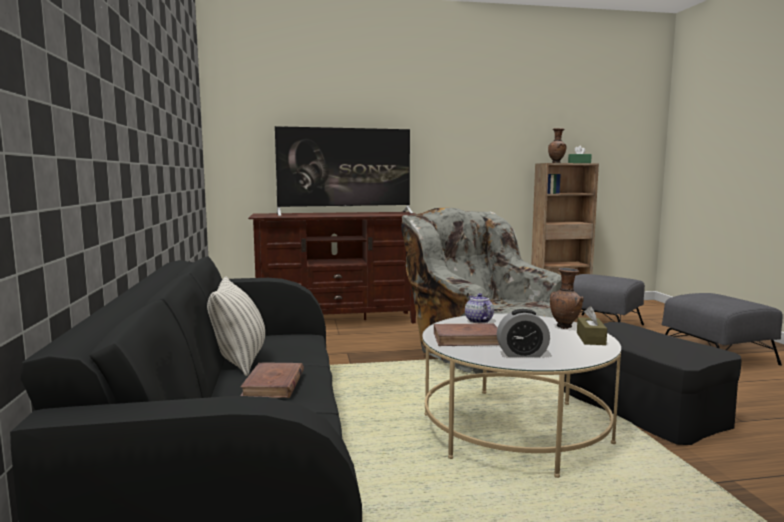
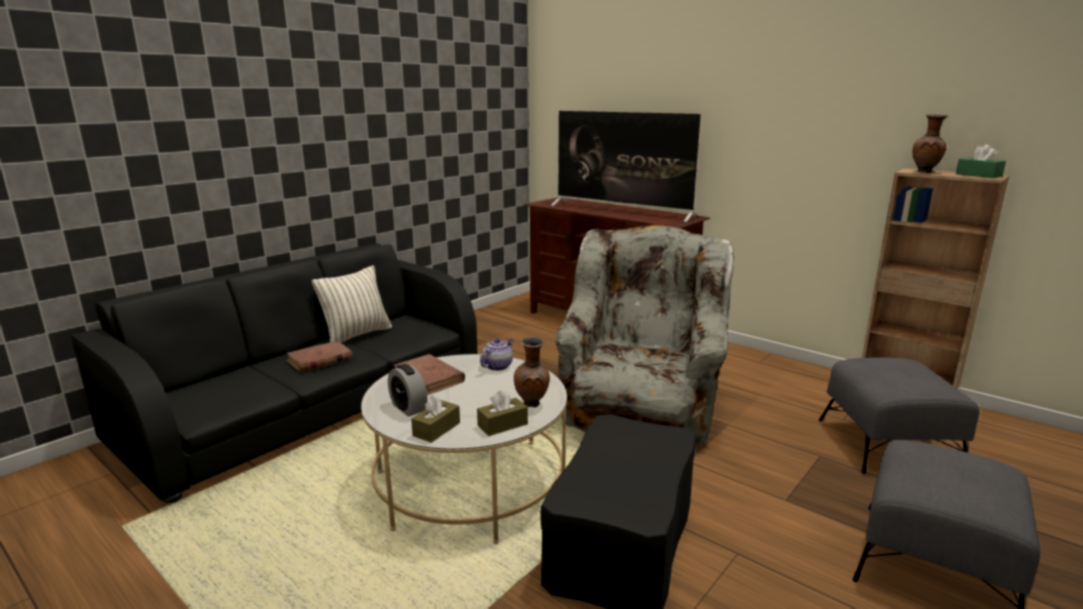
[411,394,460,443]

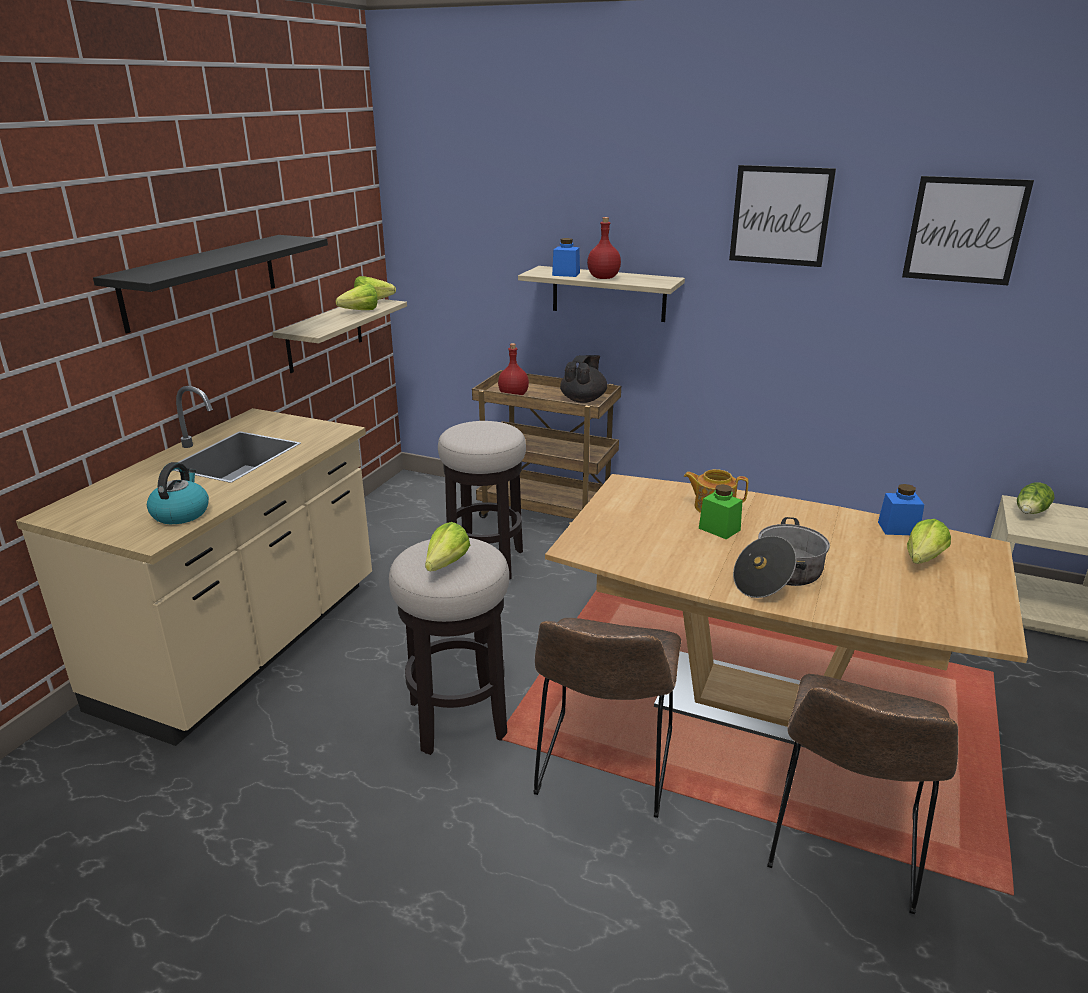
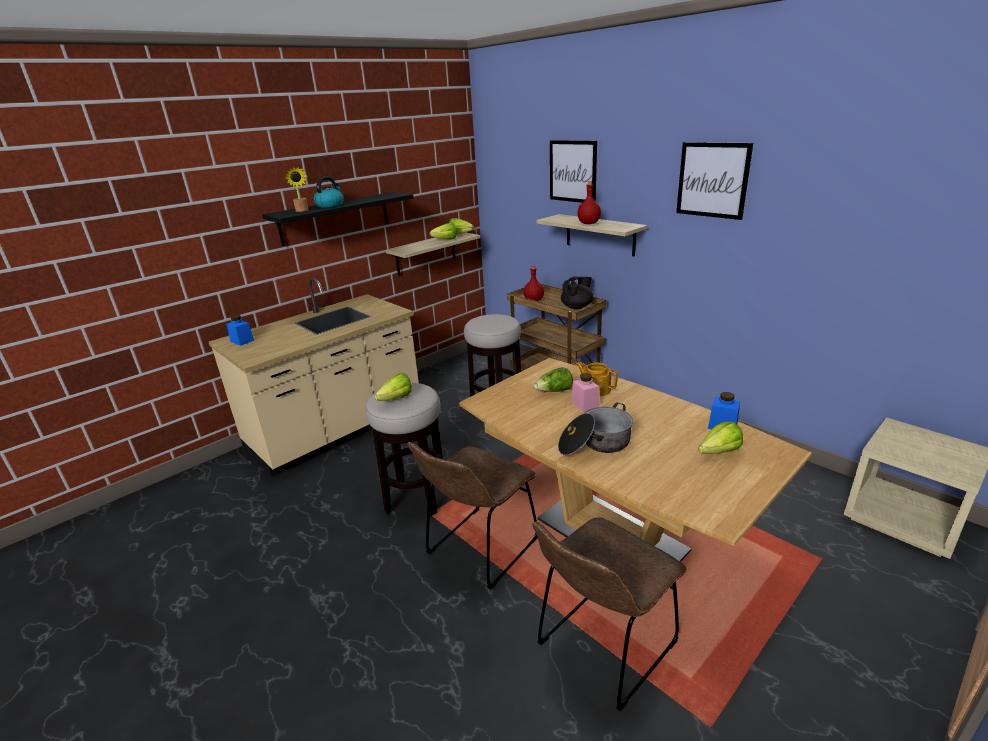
[314,177,344,208]
[226,315,254,346]
[572,373,600,412]
[550,140,597,203]
[534,367,573,392]
[285,167,309,212]

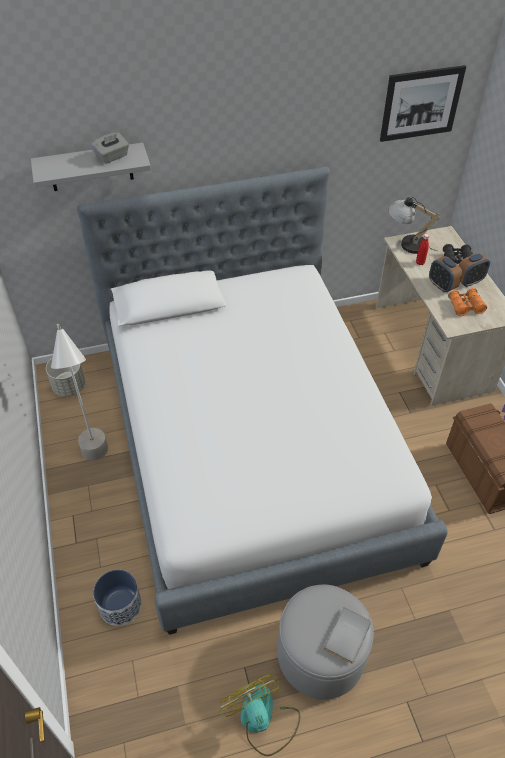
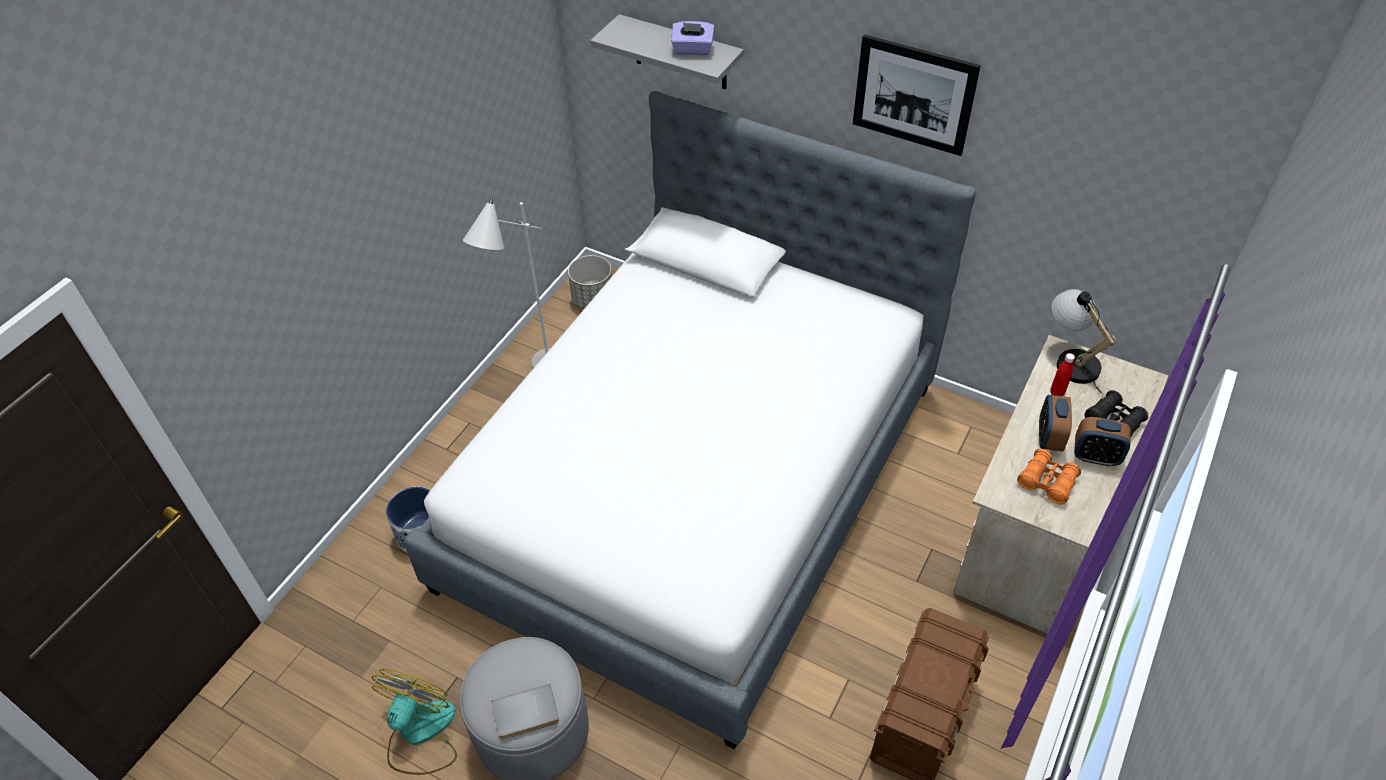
[671,21,714,55]
[853,34,981,156]

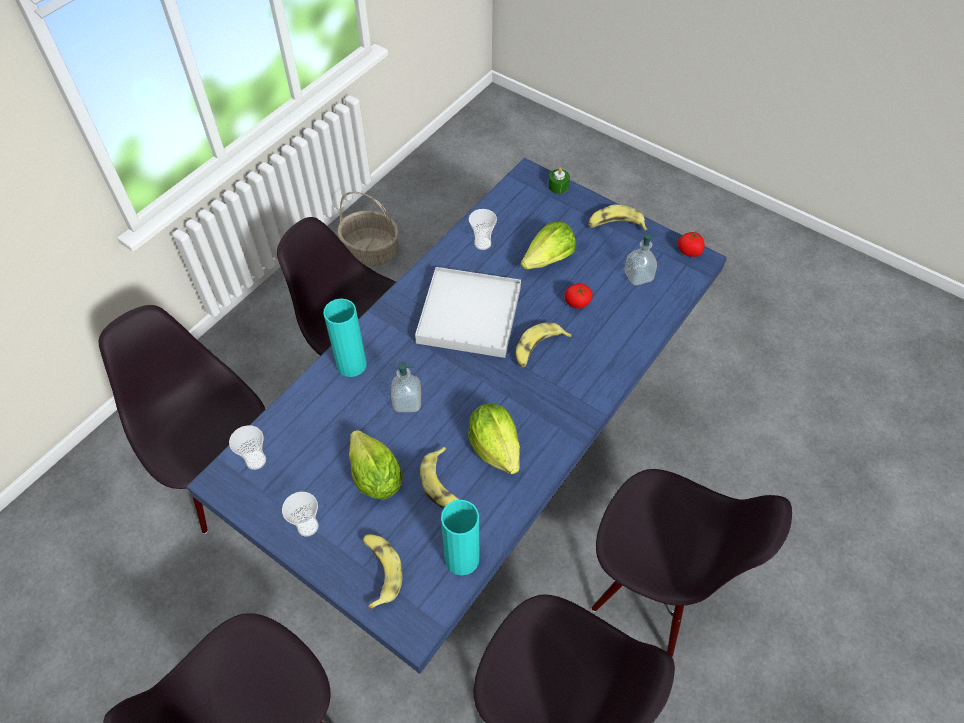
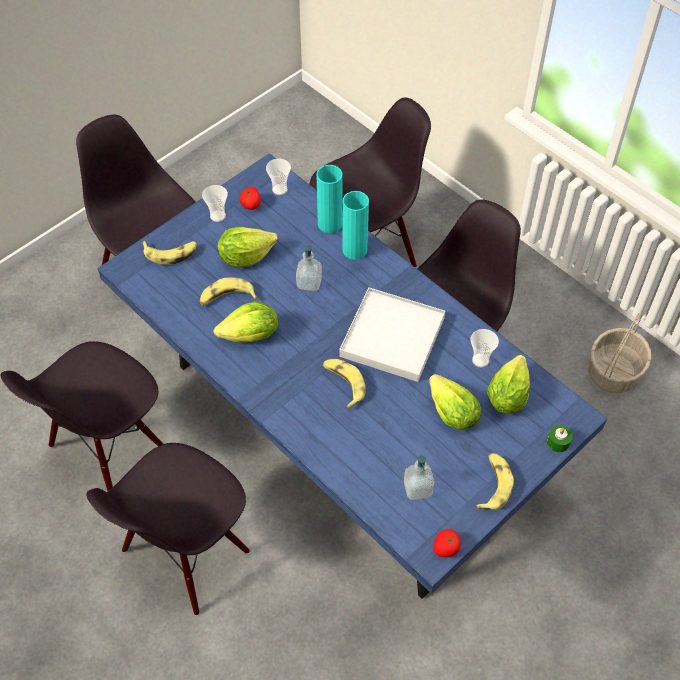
[317,165,342,233]
[239,187,261,210]
[487,355,530,414]

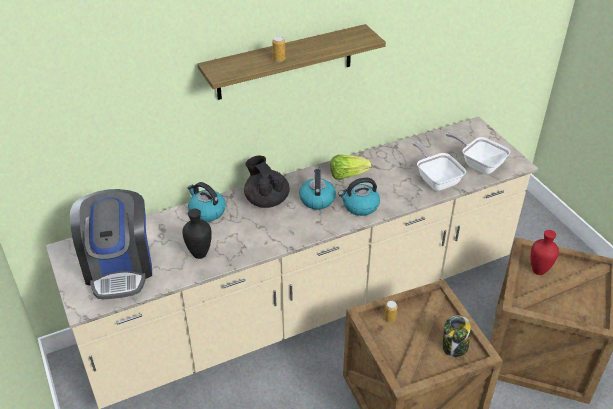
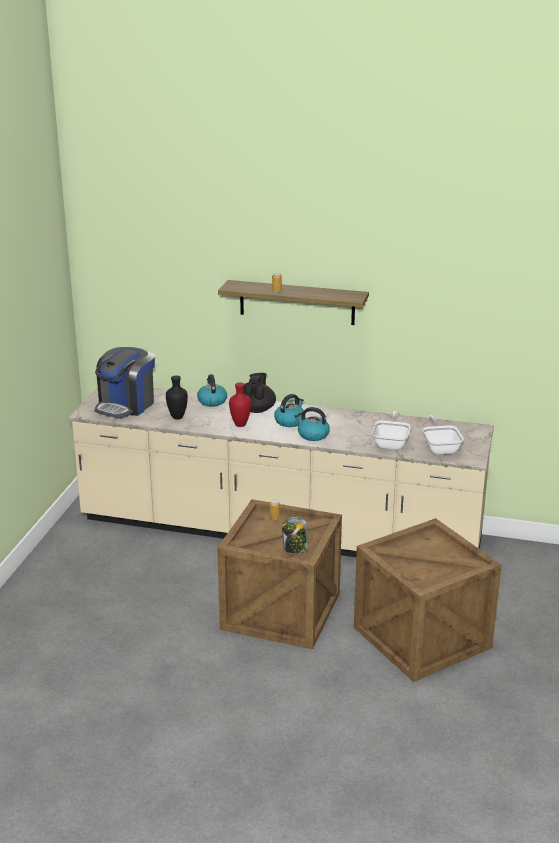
[330,155,372,180] (first image)
[229,383,251,427]

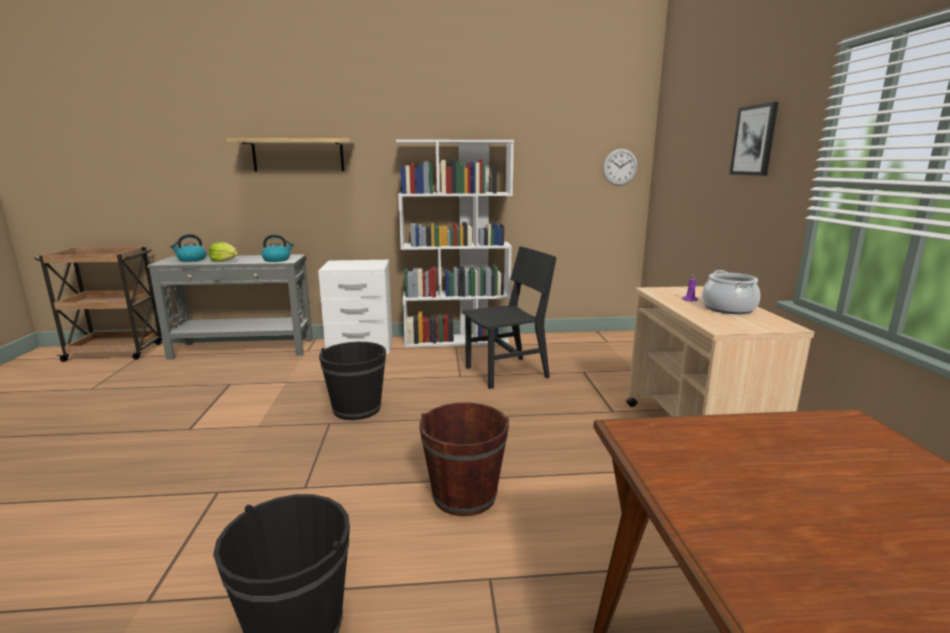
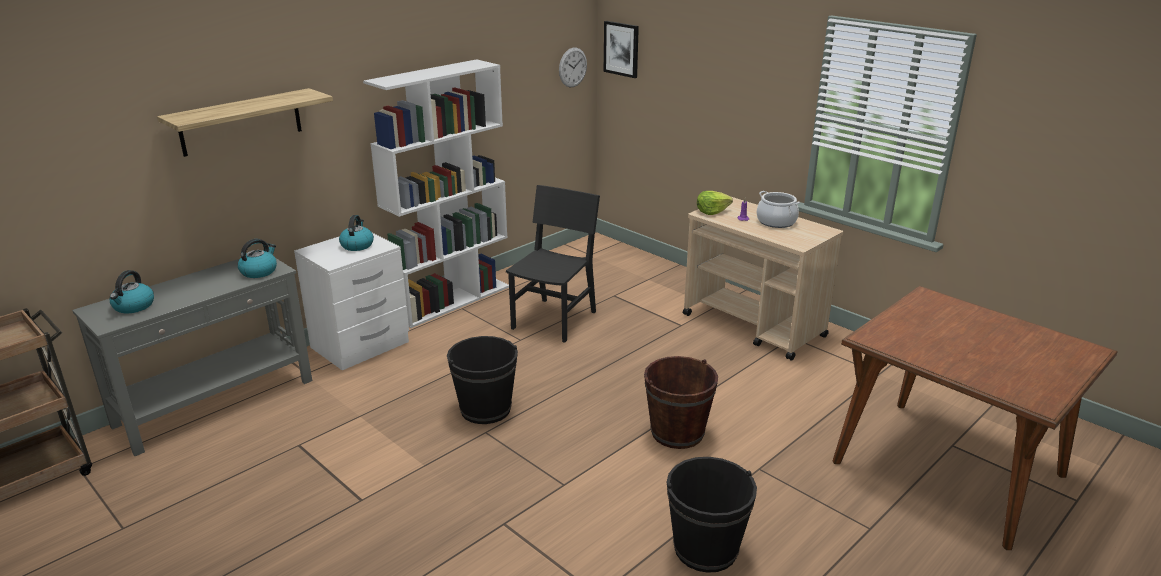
[697,191,733,215]
[604,21,639,78]
[339,215,374,251]

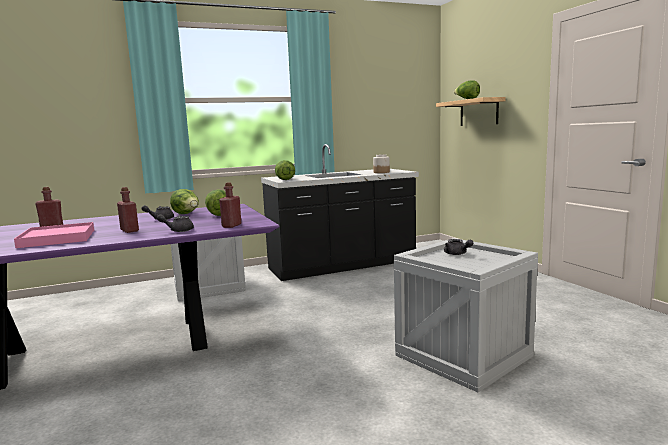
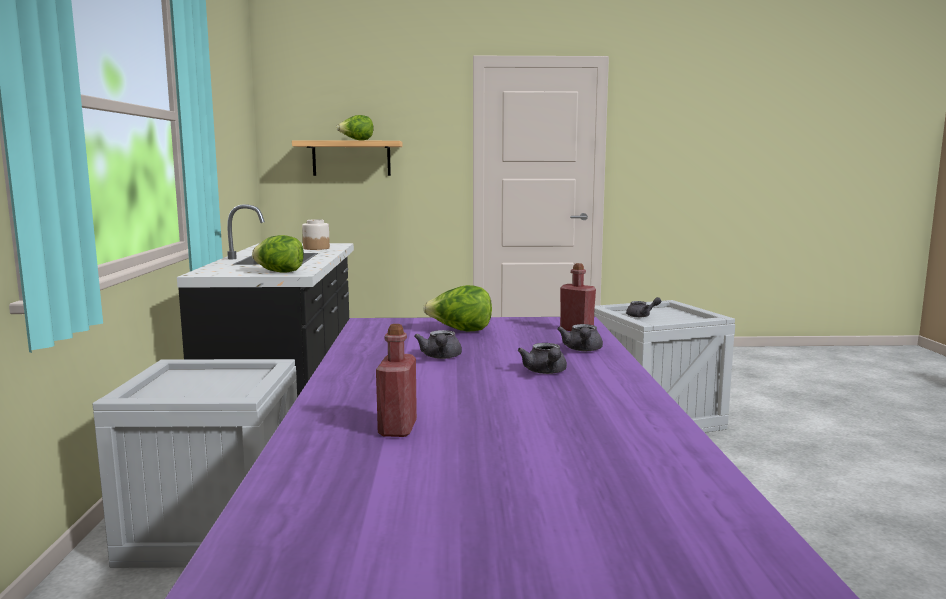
[14,222,94,248] (first image)
[517,343,567,374]
[170,189,199,214] (first image)

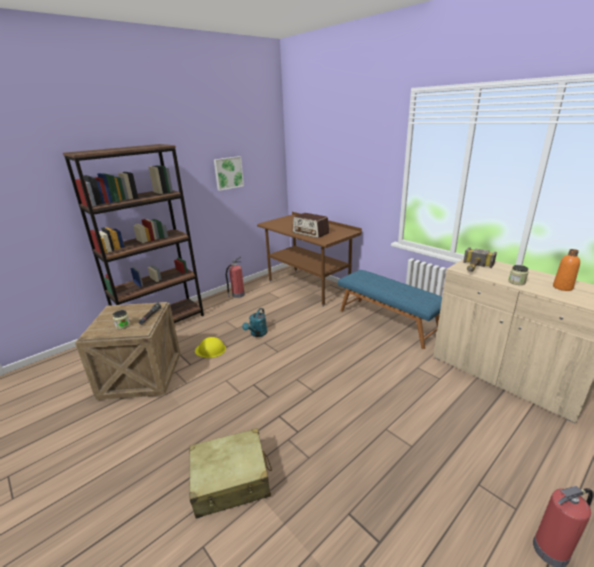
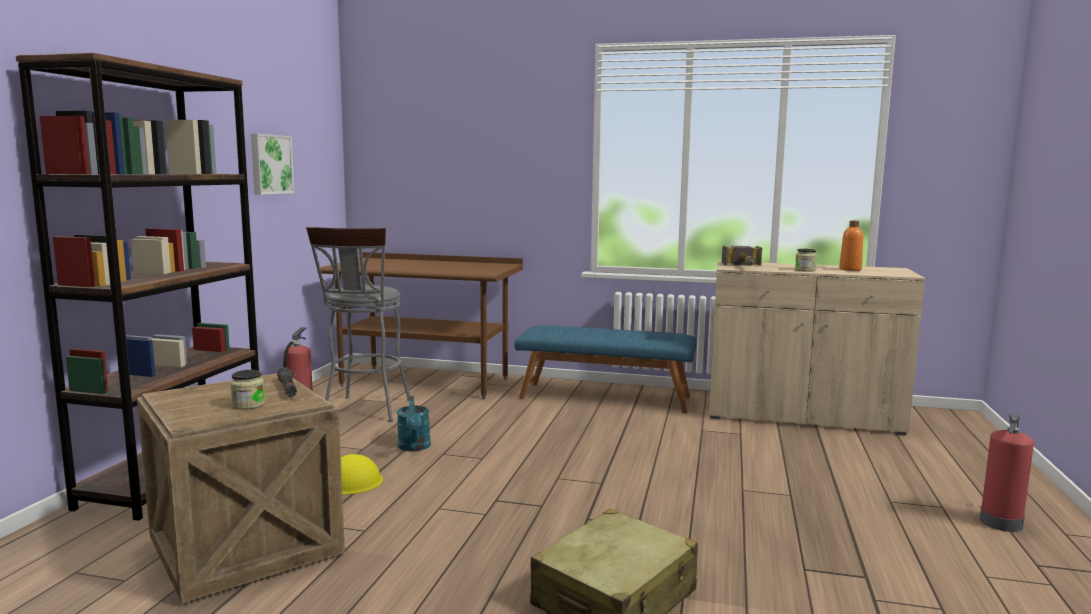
[293,213,329,238] (first image)
[306,227,410,422]

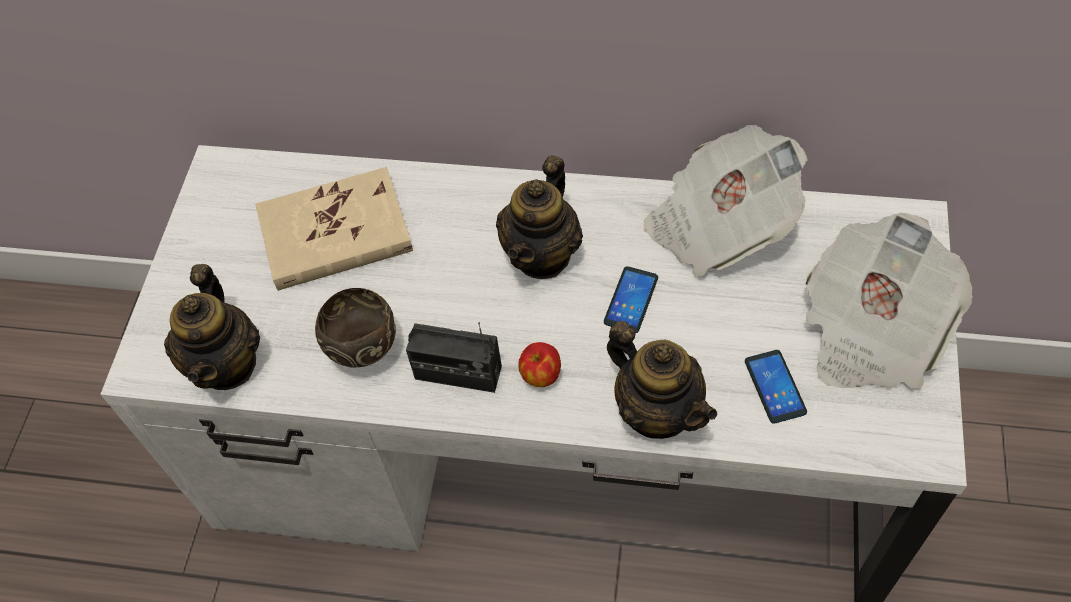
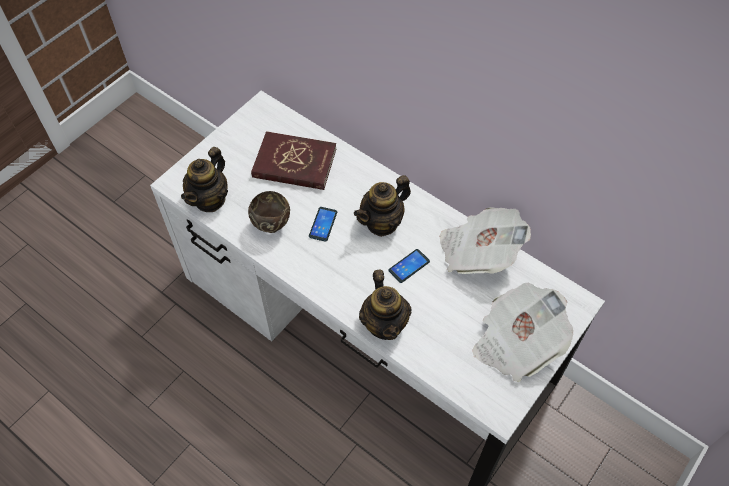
[251,131,337,190]
[406,322,502,393] (first image)
[518,342,561,387] (first image)
[309,207,337,242]

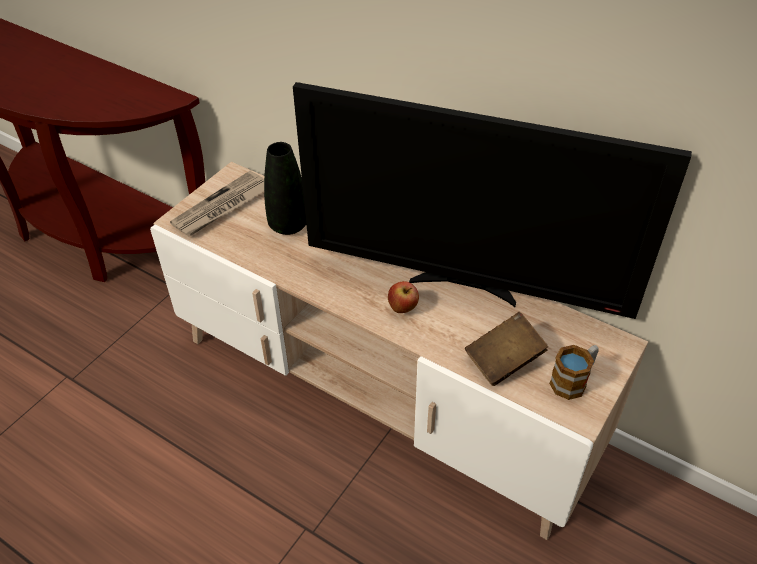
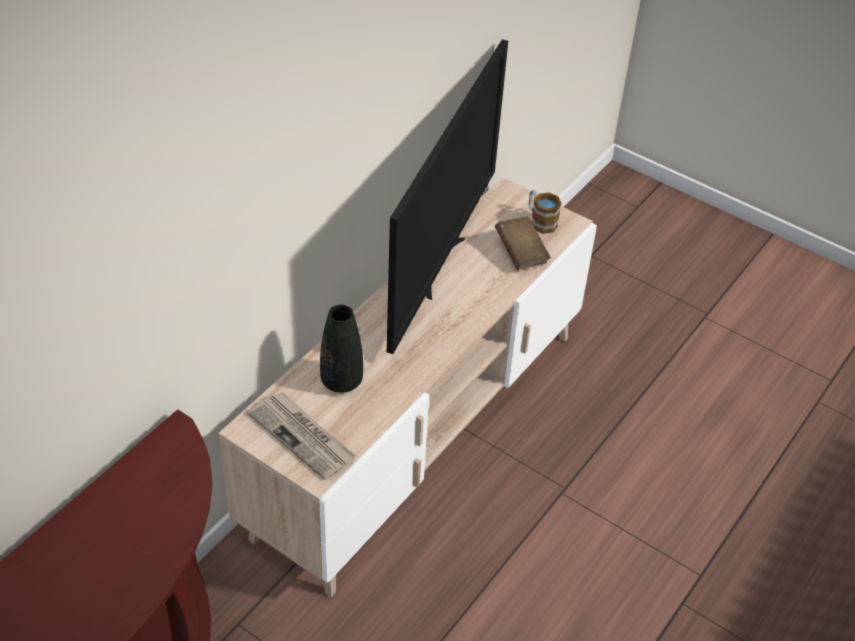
[388,281,419,313] (first image)

